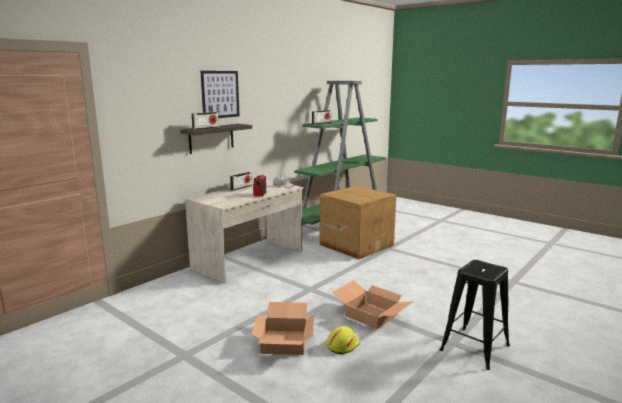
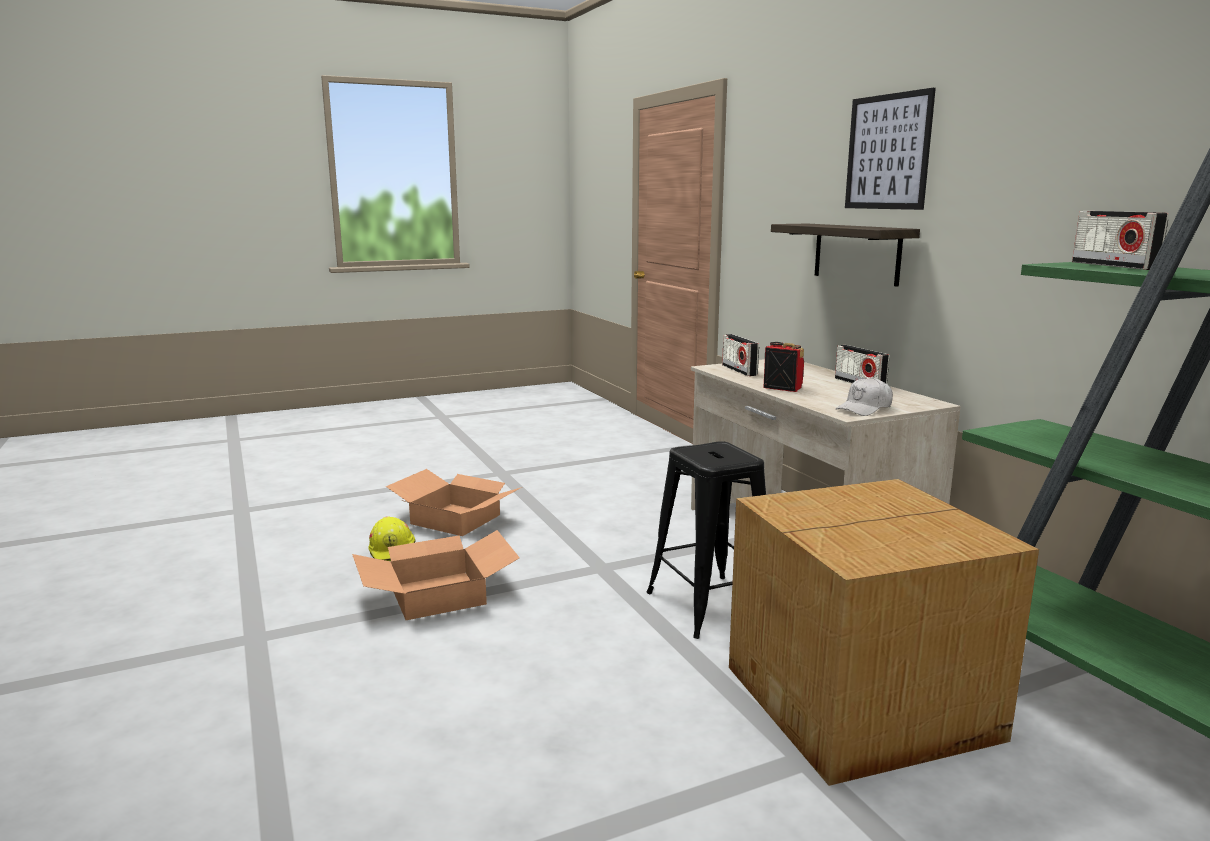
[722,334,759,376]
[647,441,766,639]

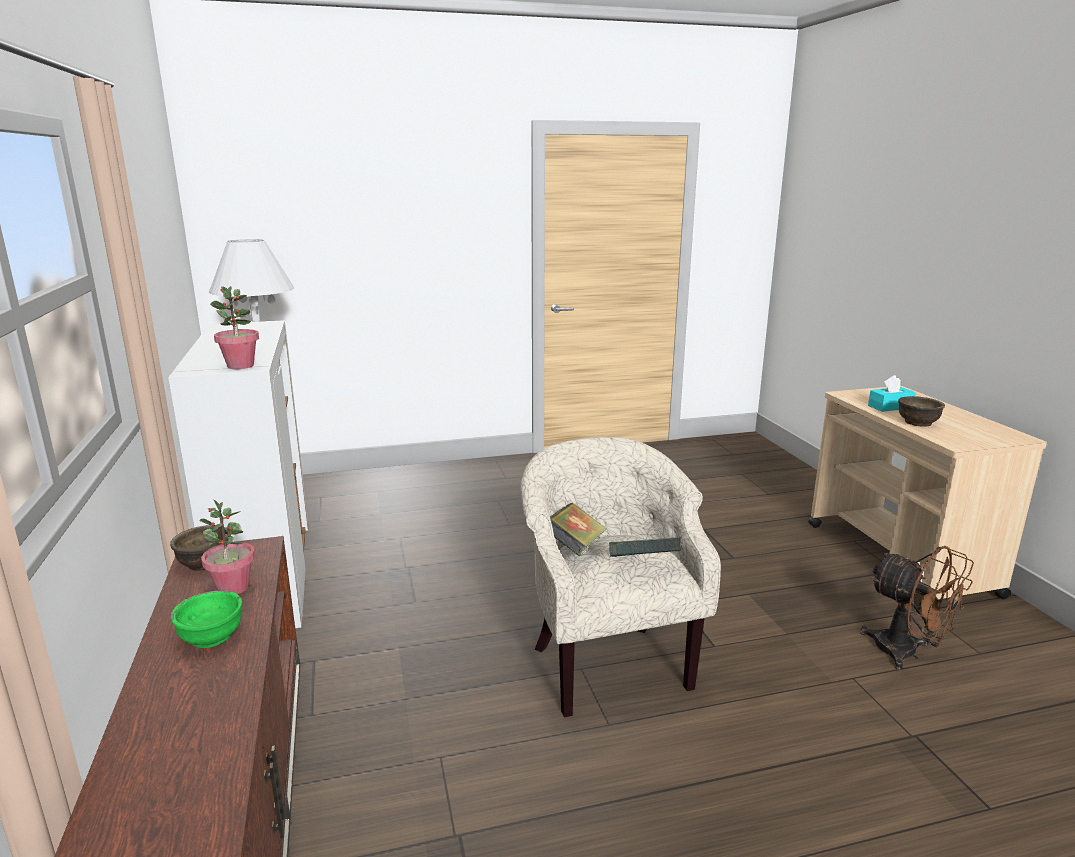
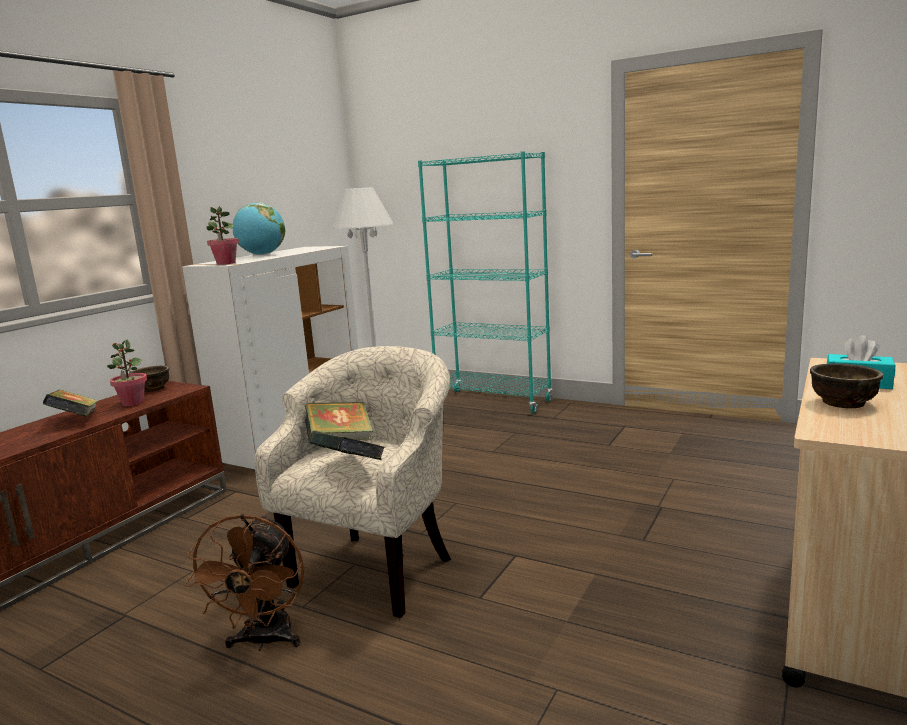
[43,390,98,416]
[185,514,305,651]
[233,202,285,255]
[418,151,552,413]

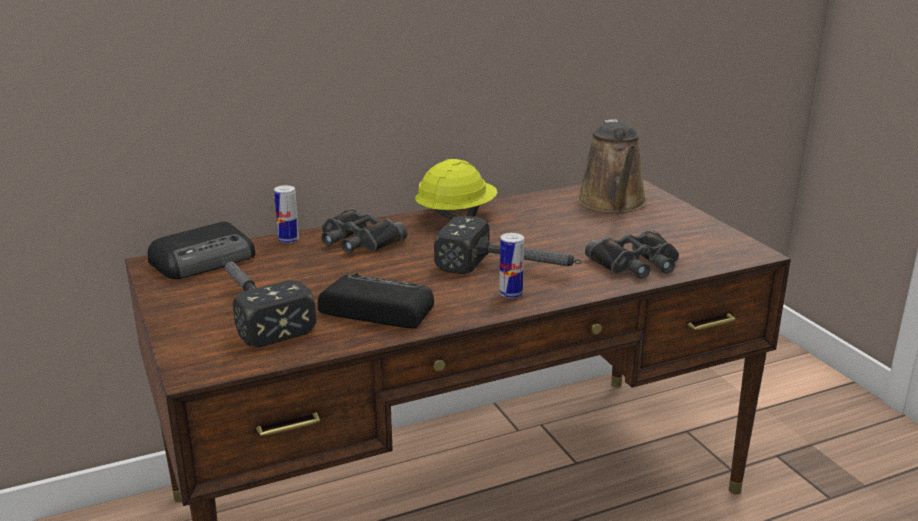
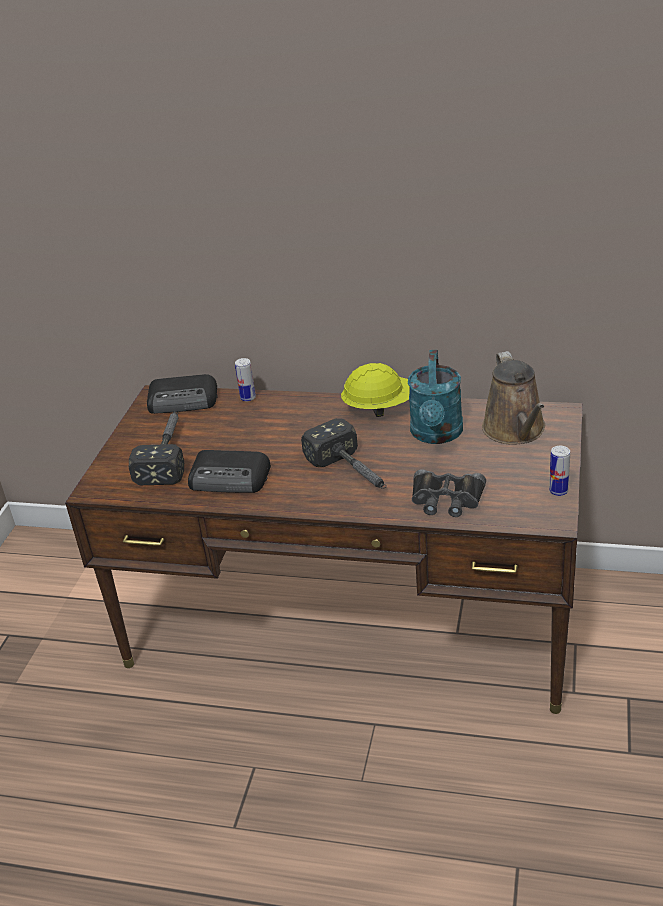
[188,450,271,493]
[321,208,407,254] (first image)
[549,446,570,496]
[482,351,545,445]
[408,350,463,444]

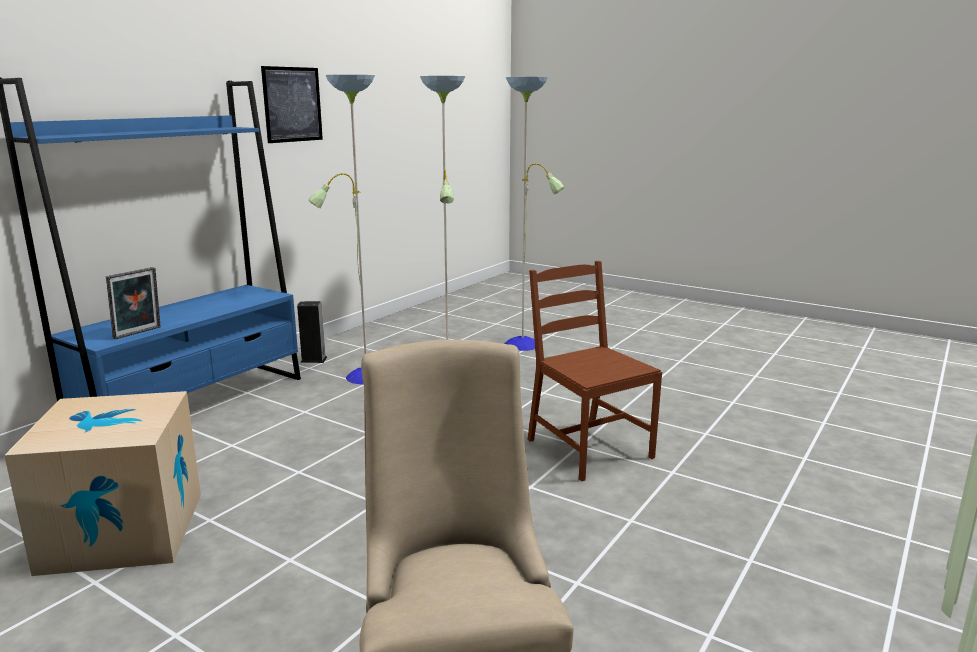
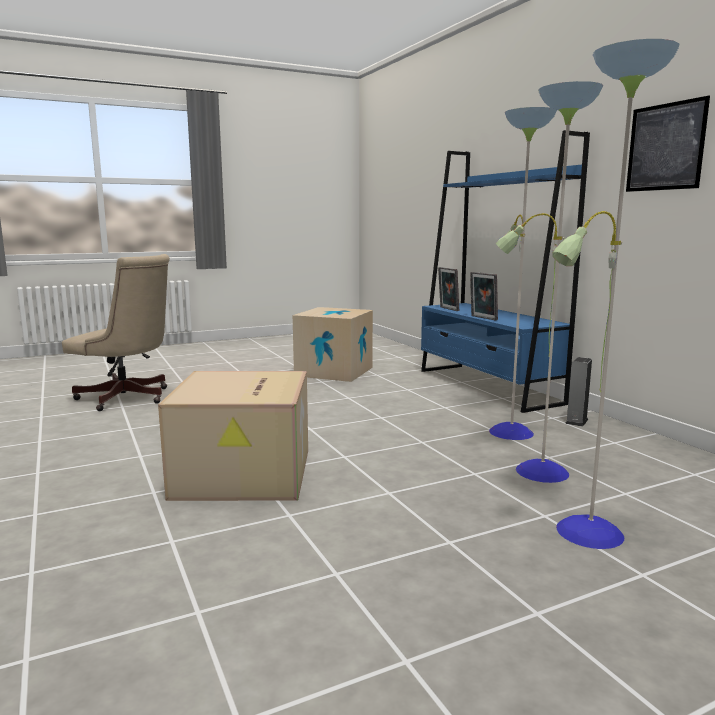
[158,371,308,501]
[470,272,498,320]

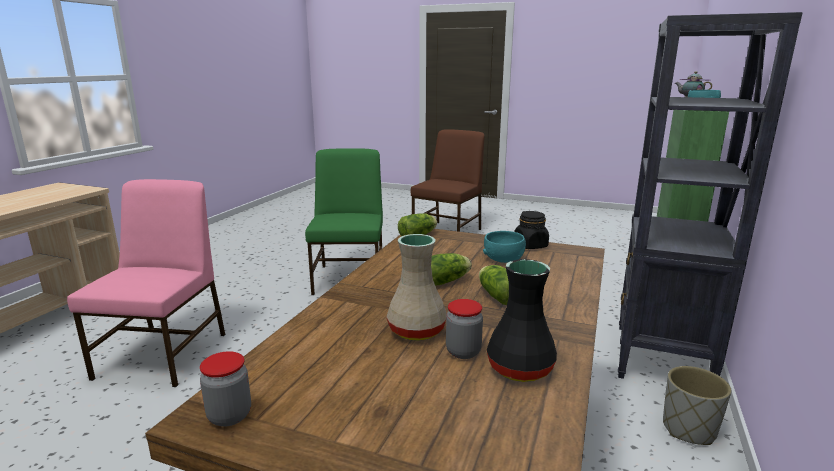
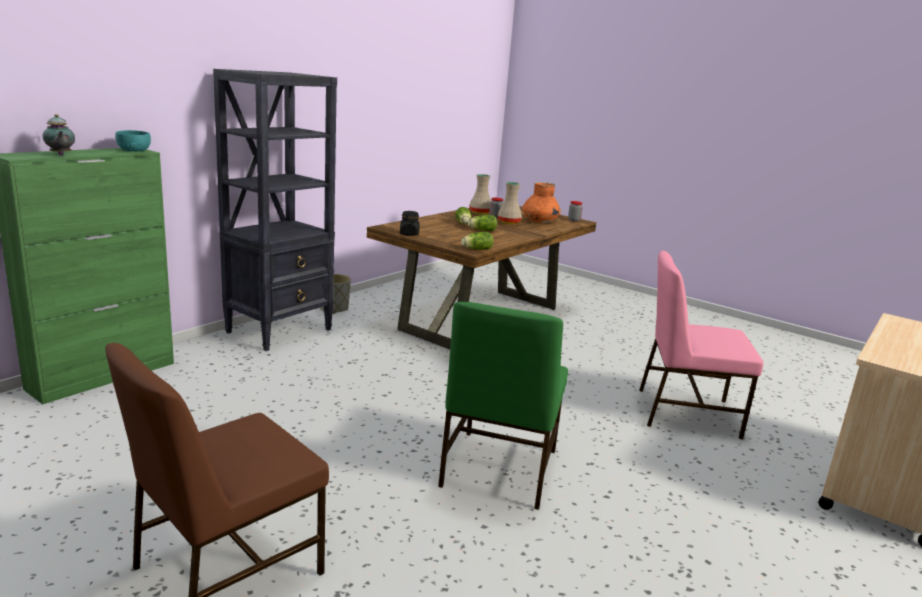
[639,251,763,439]
[483,231,526,263] (first image)
[469,174,491,214]
[523,182,561,223]

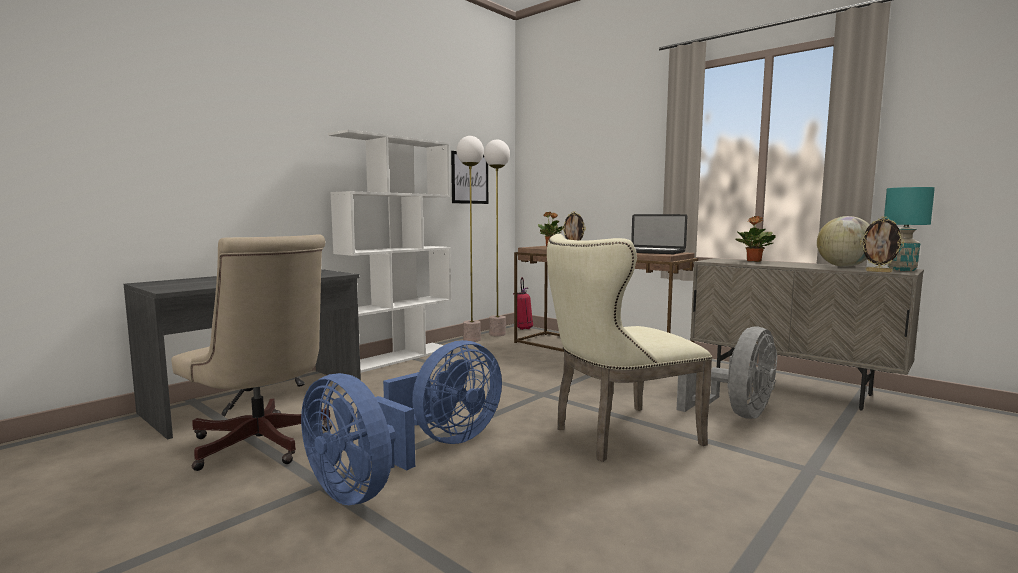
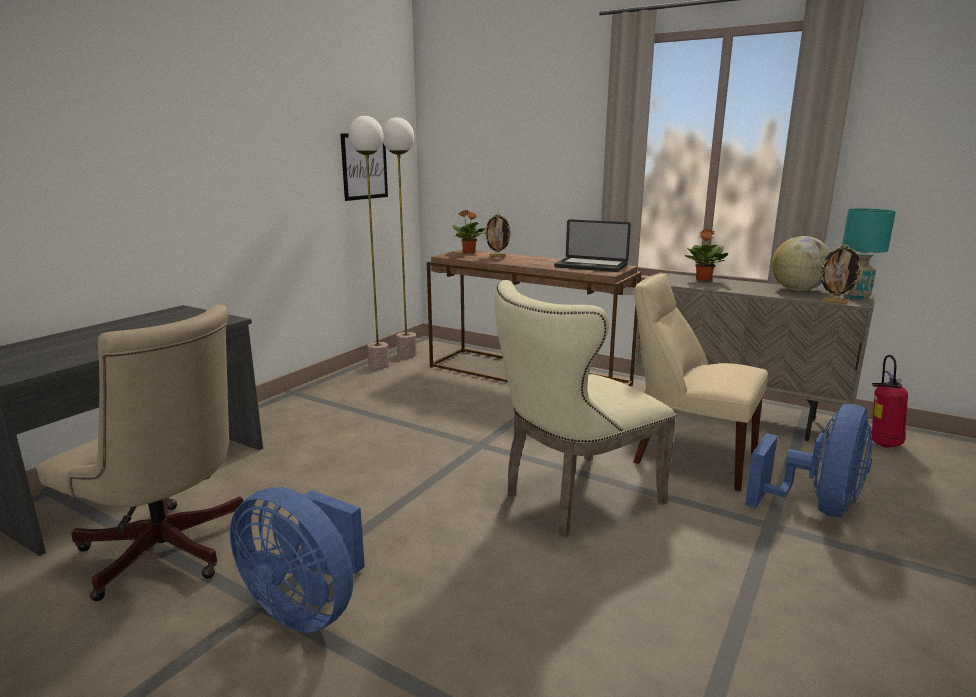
[328,129,451,373] (first image)
[745,404,872,517]
[871,355,908,448]
[633,273,768,491]

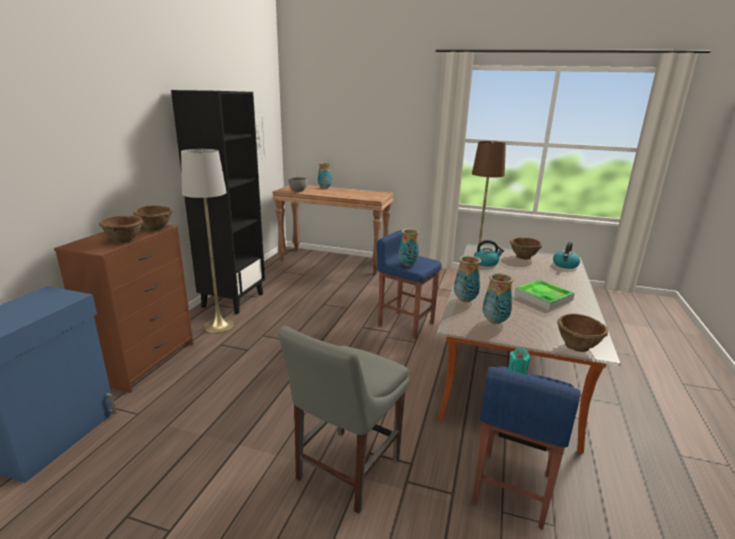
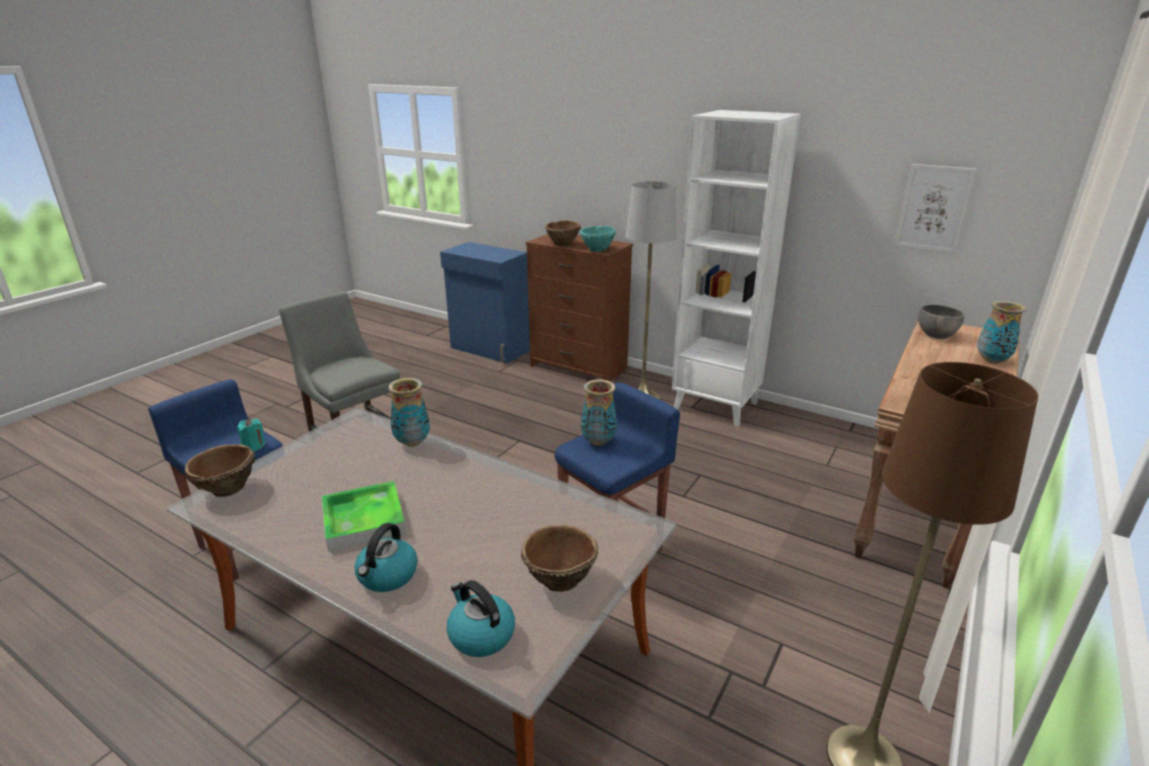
[579,226,616,252]
[672,110,801,427]
[355,523,418,592]
[483,273,514,324] (first image)

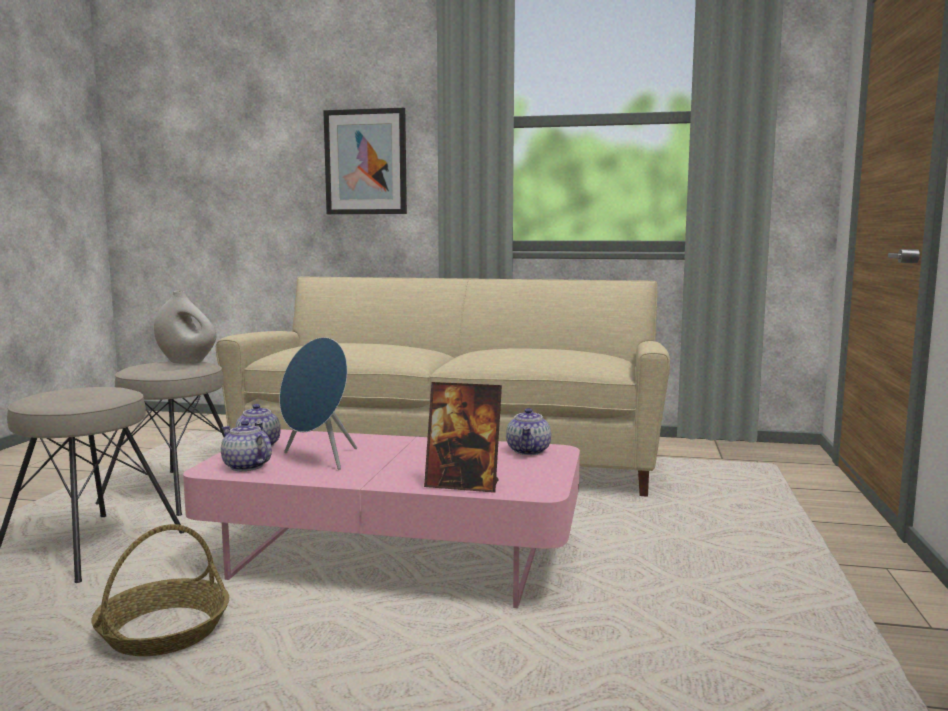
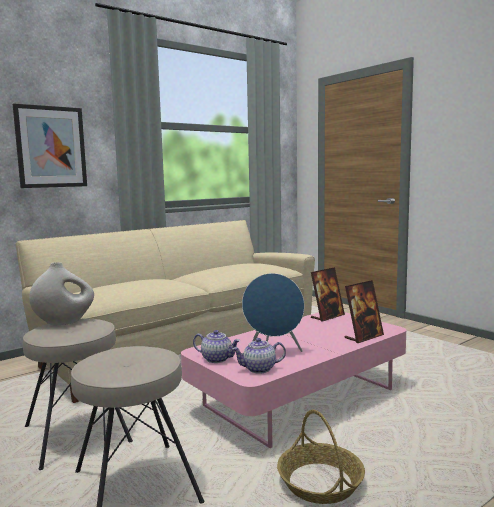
[311,267,345,322]

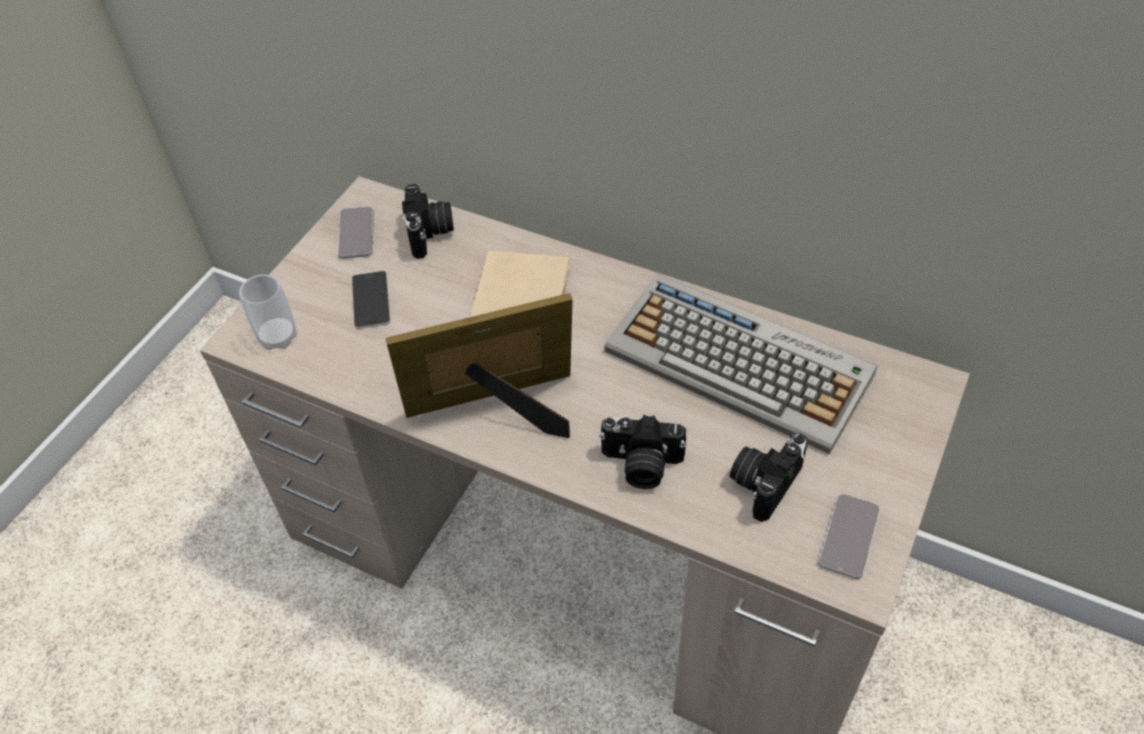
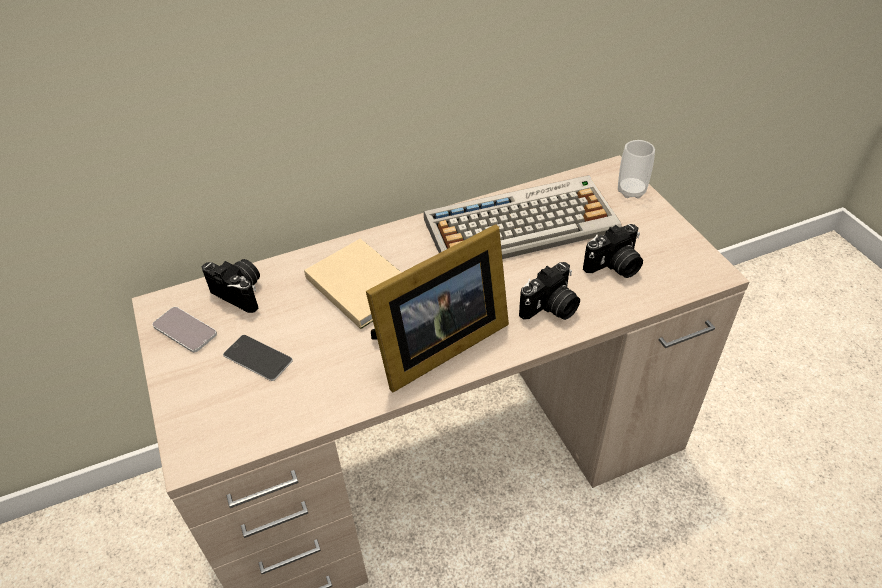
[618,140,655,199]
[366,224,509,392]
[583,224,643,278]
[819,494,880,579] (first image)

